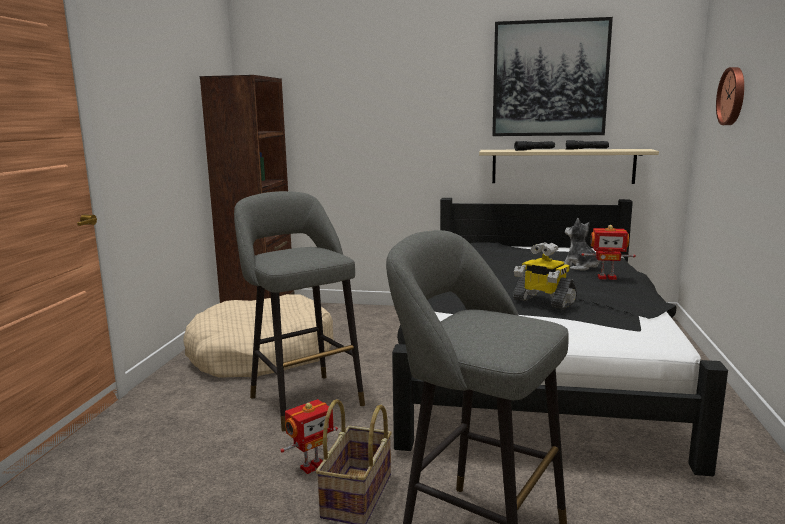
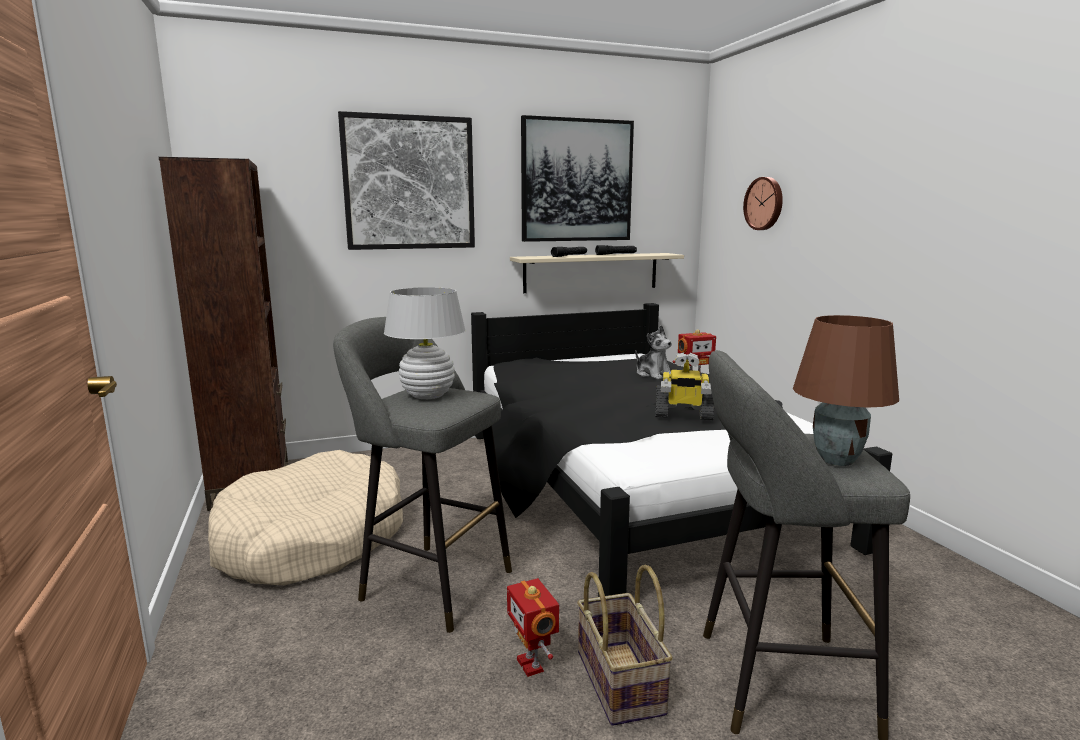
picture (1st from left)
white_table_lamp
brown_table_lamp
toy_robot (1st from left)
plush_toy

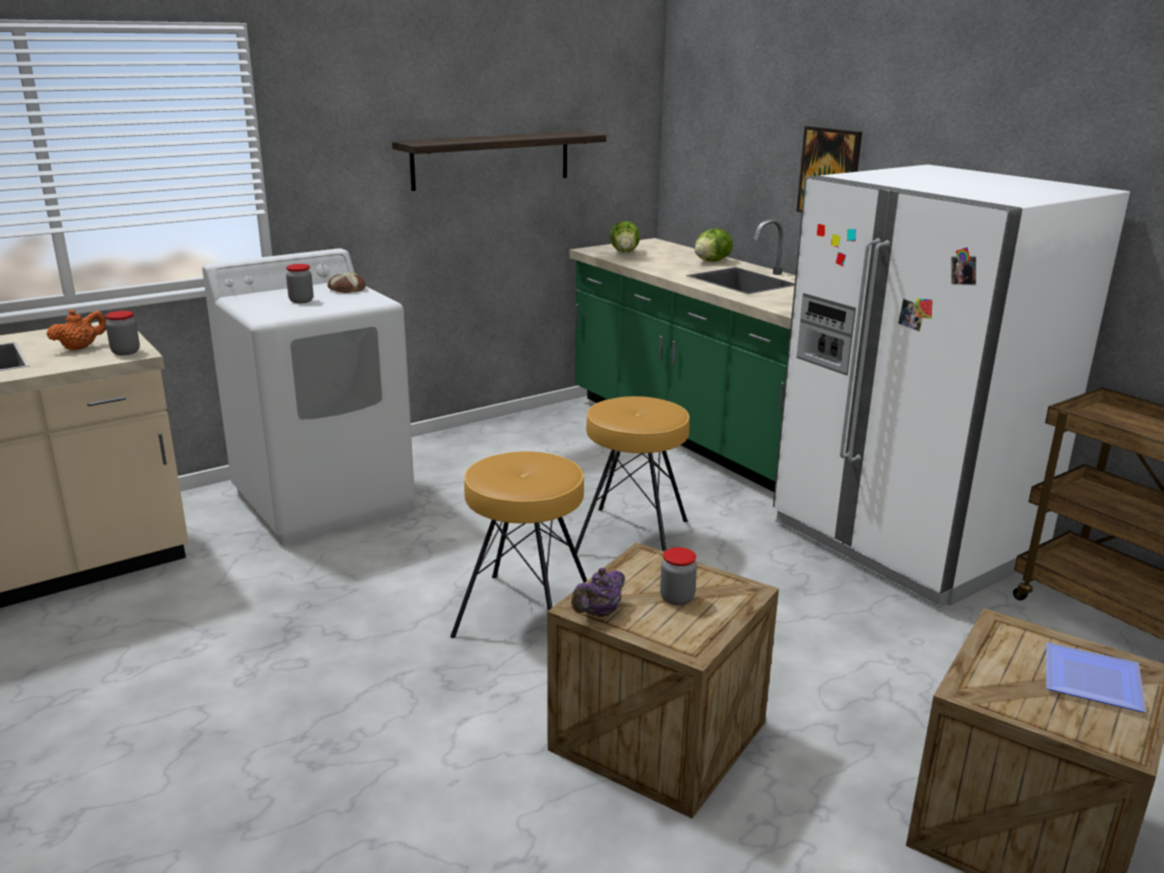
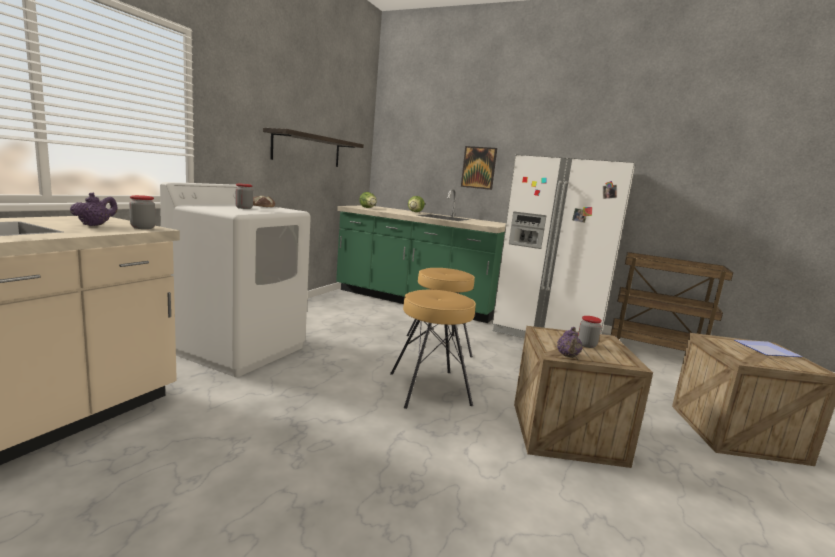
purple_teapot (1st from left)

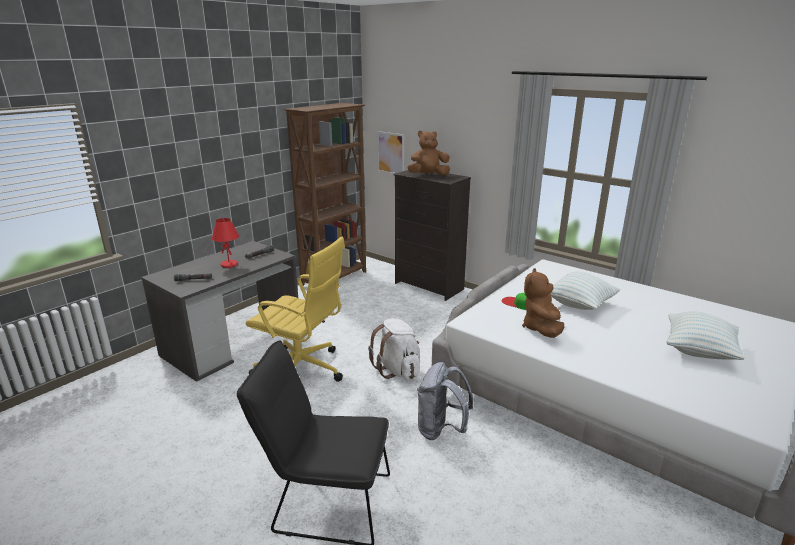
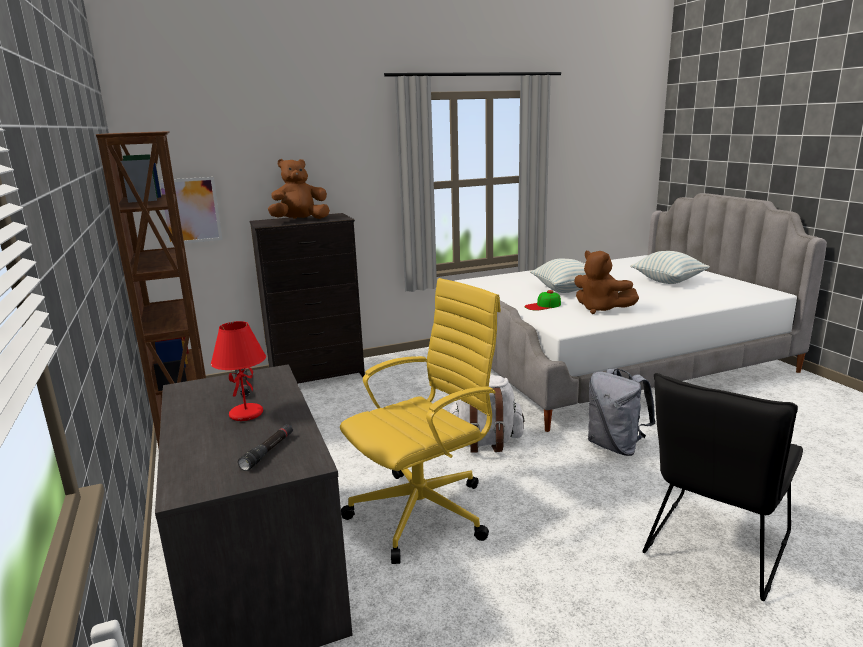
brown_plush_toy (1st from left)

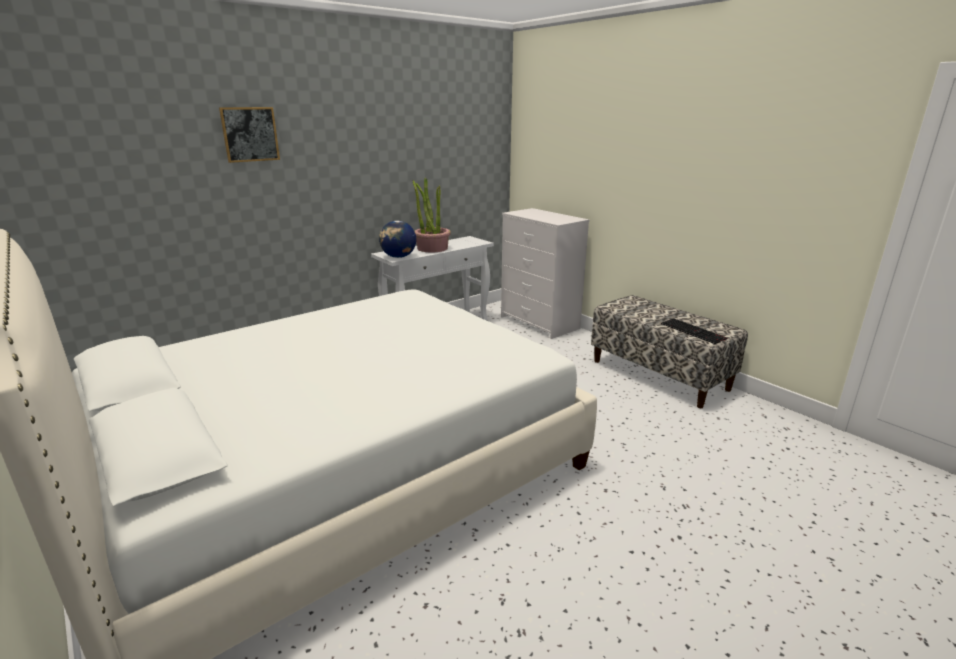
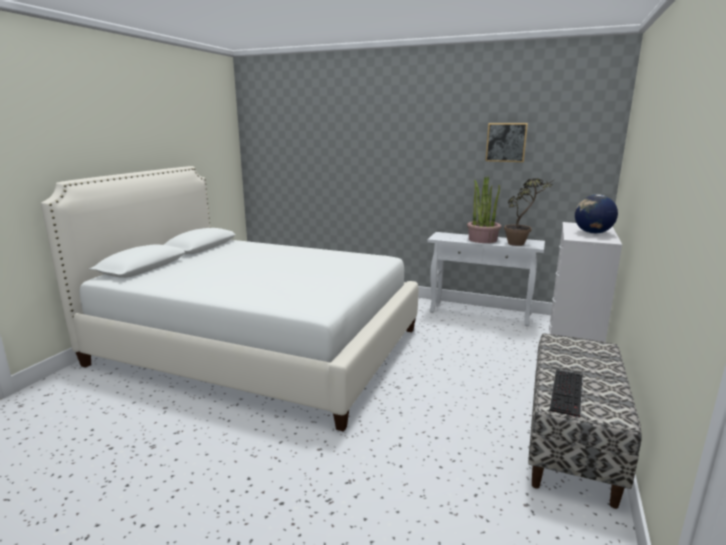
potted_plant (2nd from left)
picture
globe

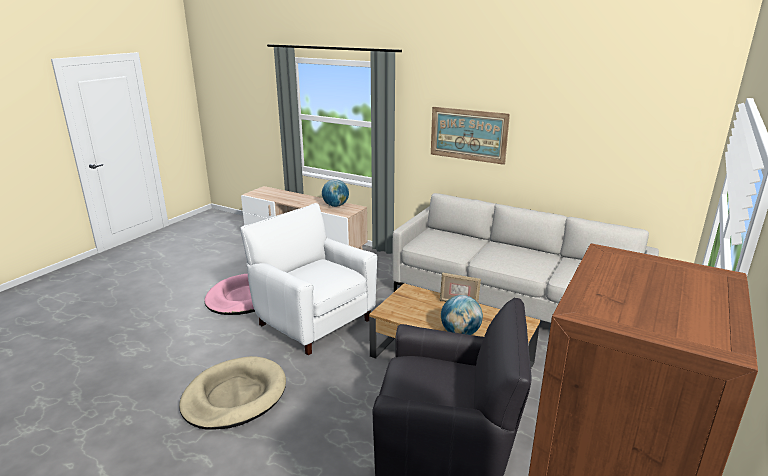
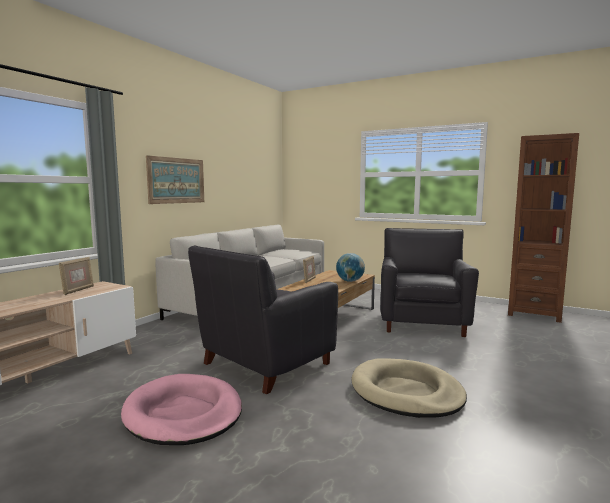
picture_frame (1st from left)
black_armchair (1st from left)

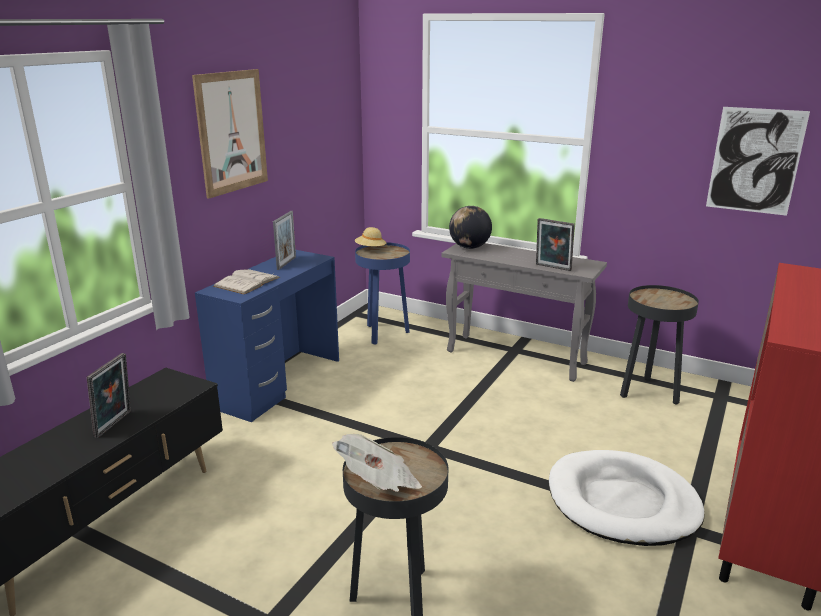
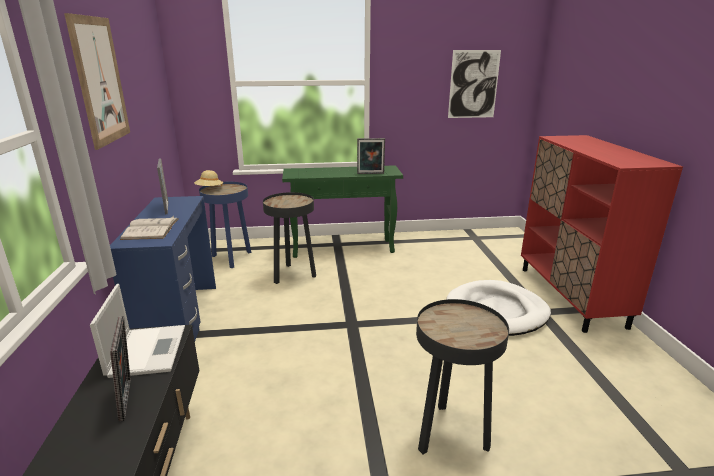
newspaper
globe
laptop
black_side_table (1st from left)
green_console_table

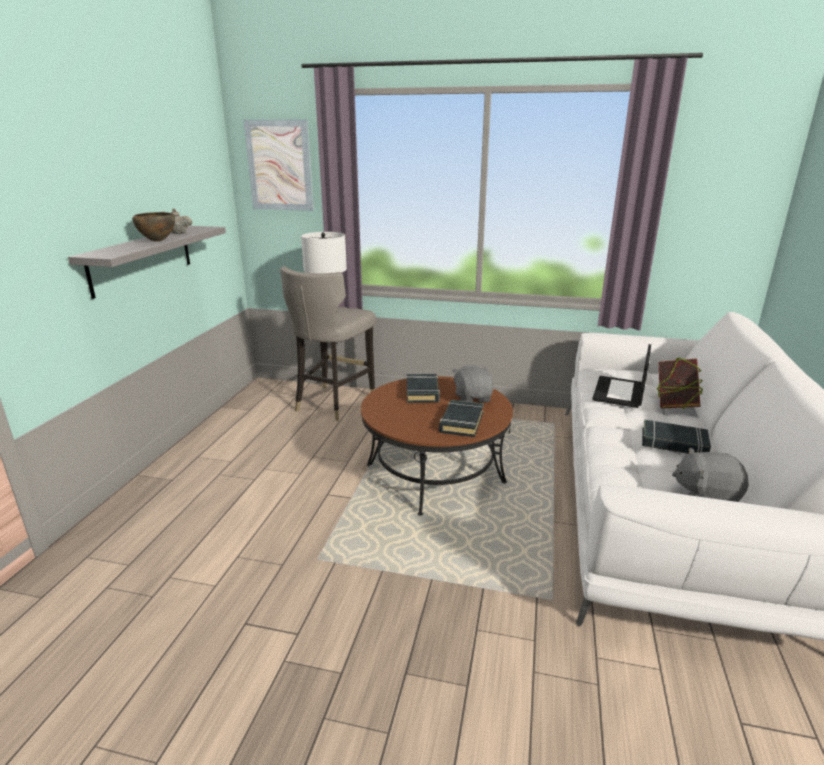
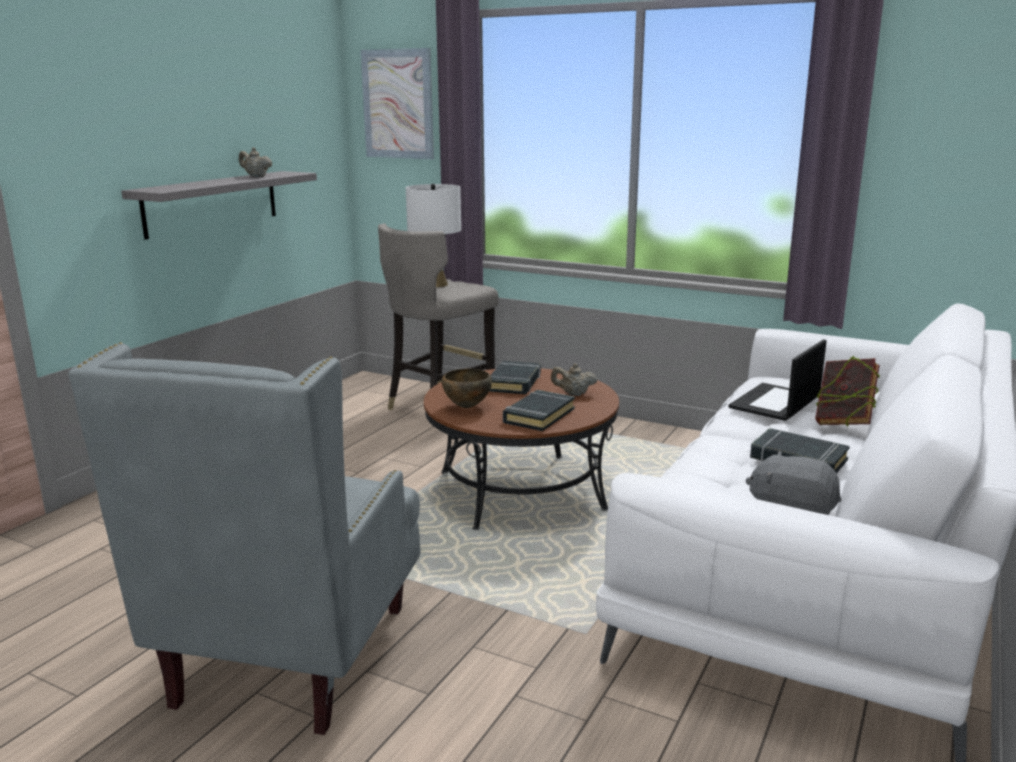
grey_armchair
brown_bowl
beige_teapot (2nd from left)

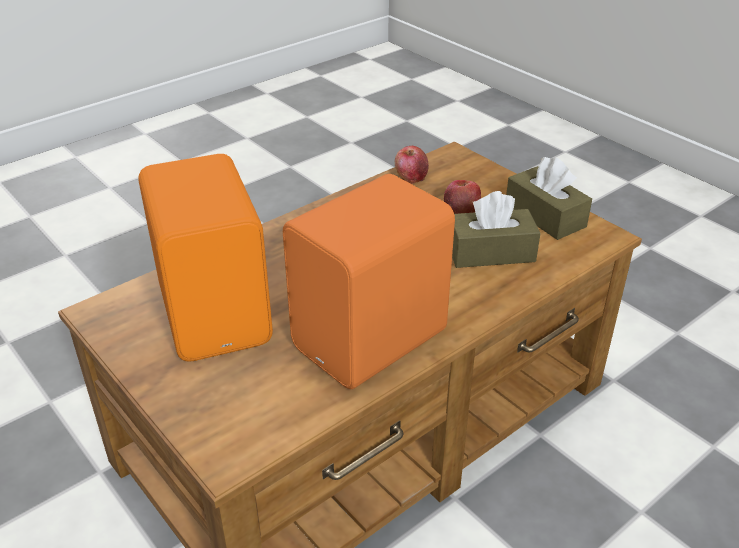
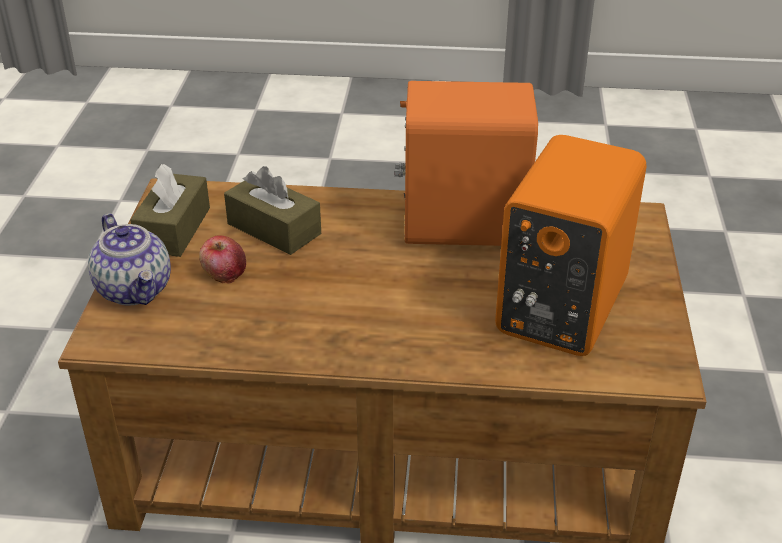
apple (1st from left in the first image)
teapot

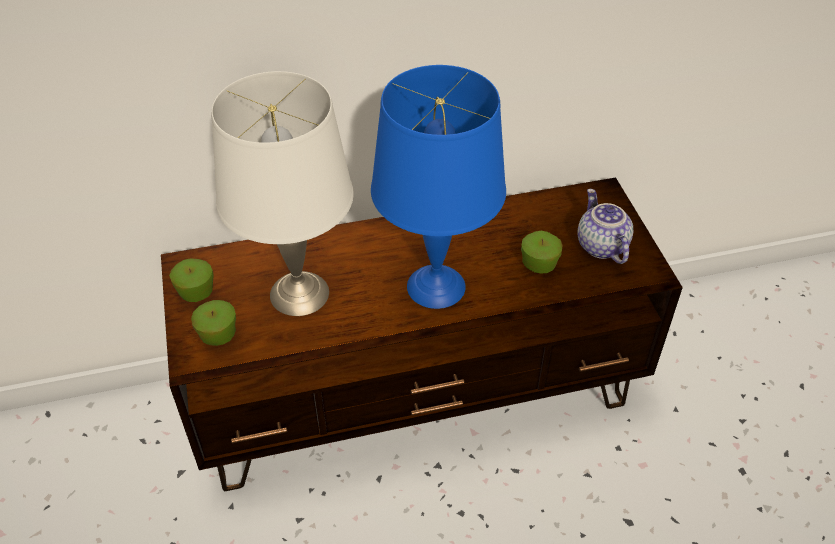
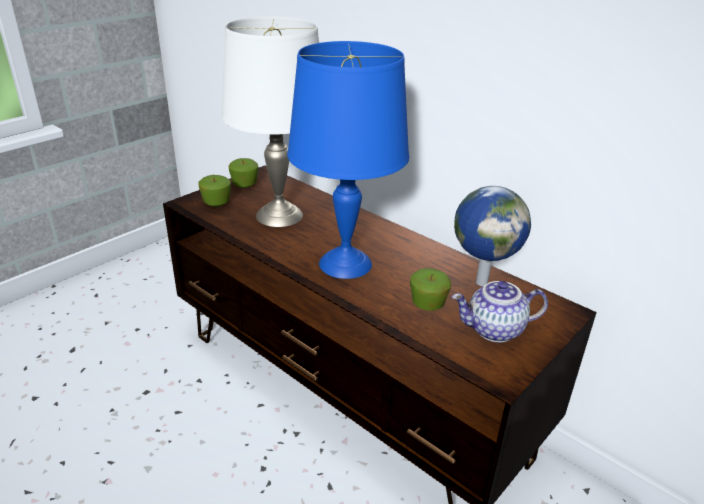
globe
teapot

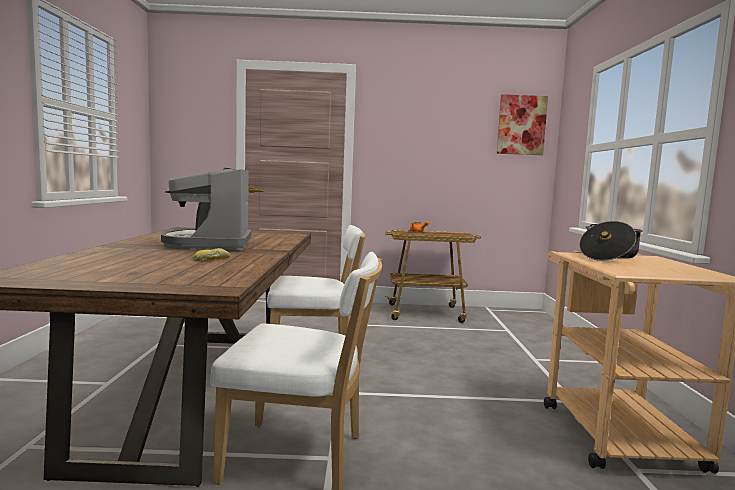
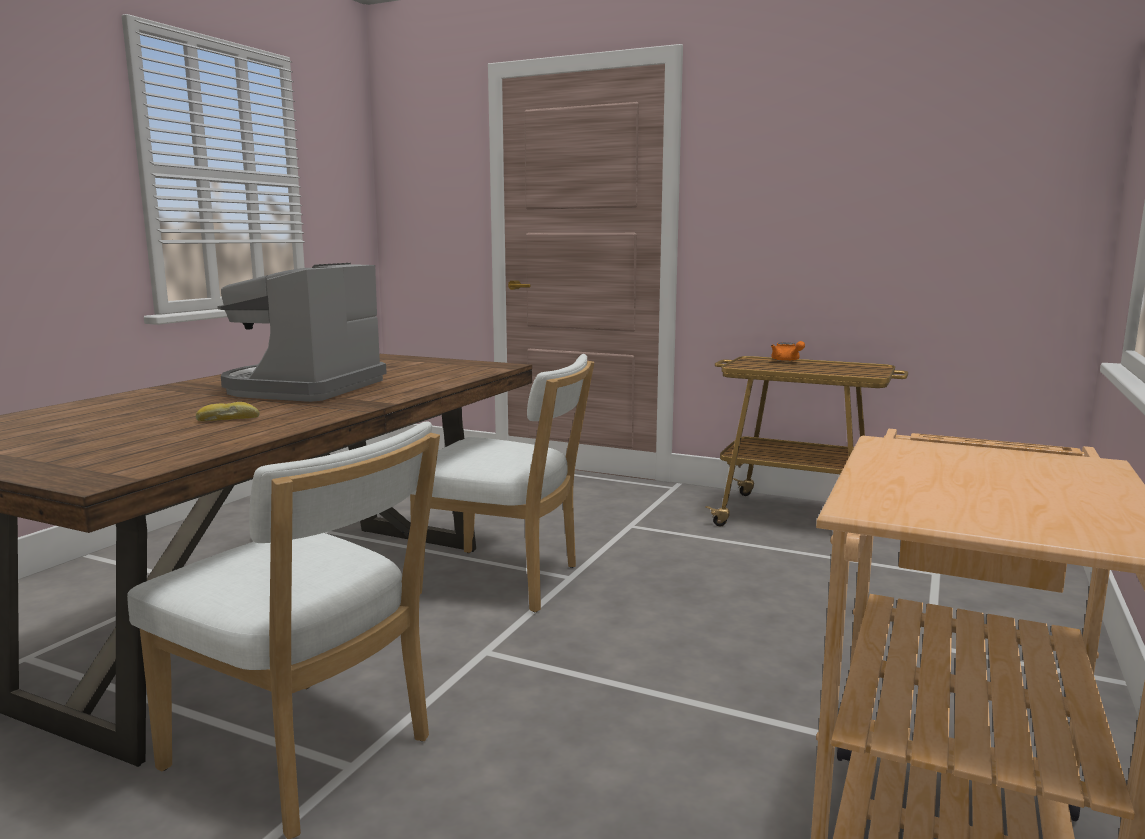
picture
cooking_pot

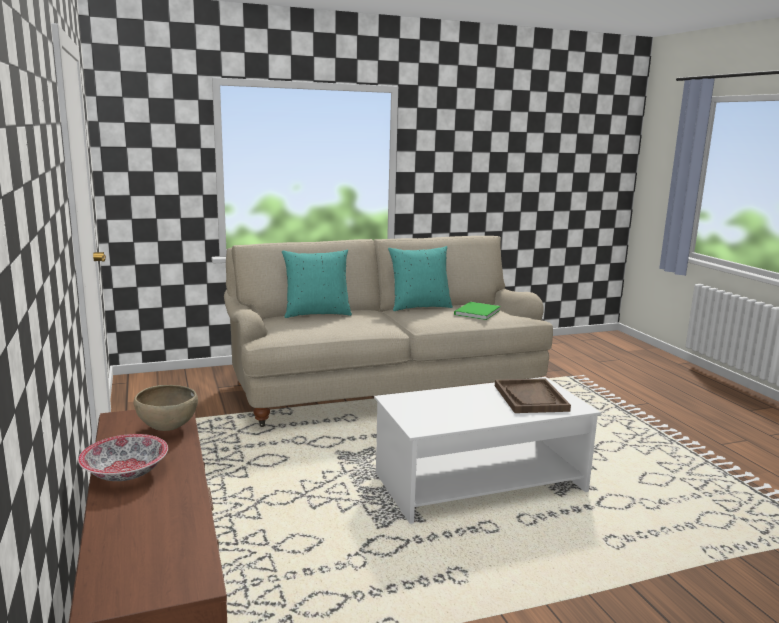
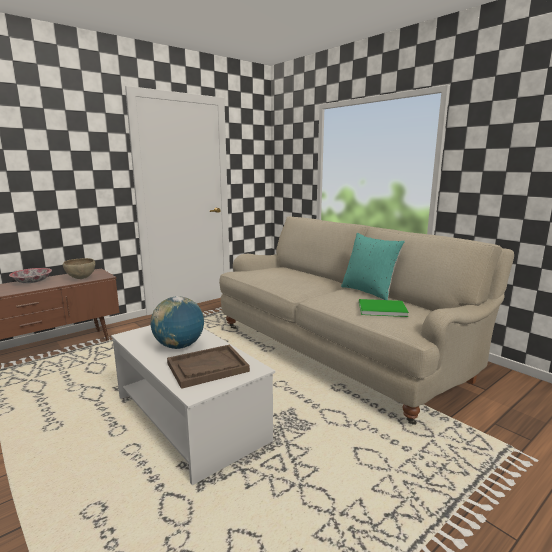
turquoise_pillow (1st from left in the first image)
globe

